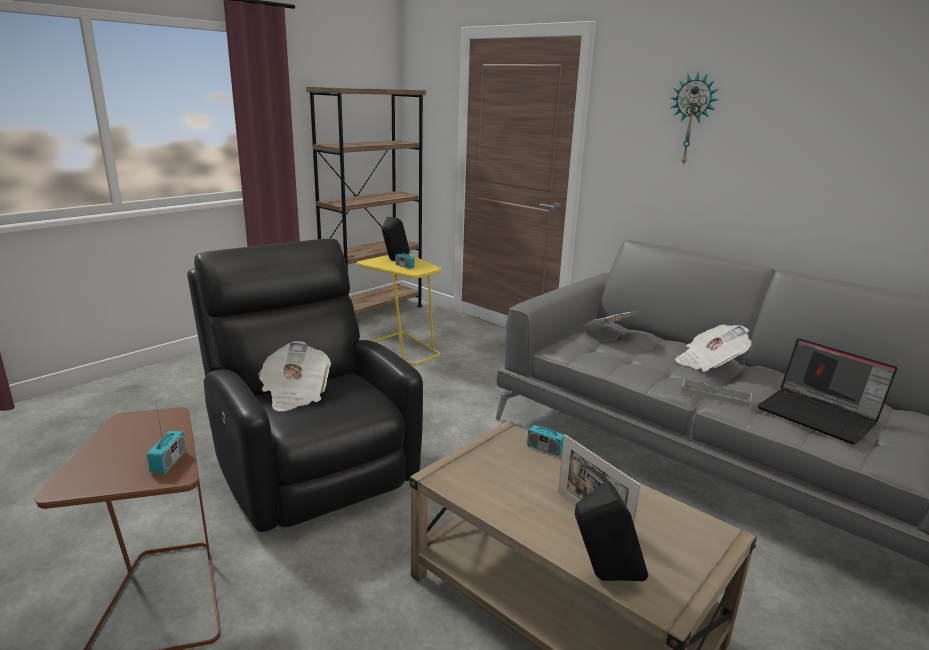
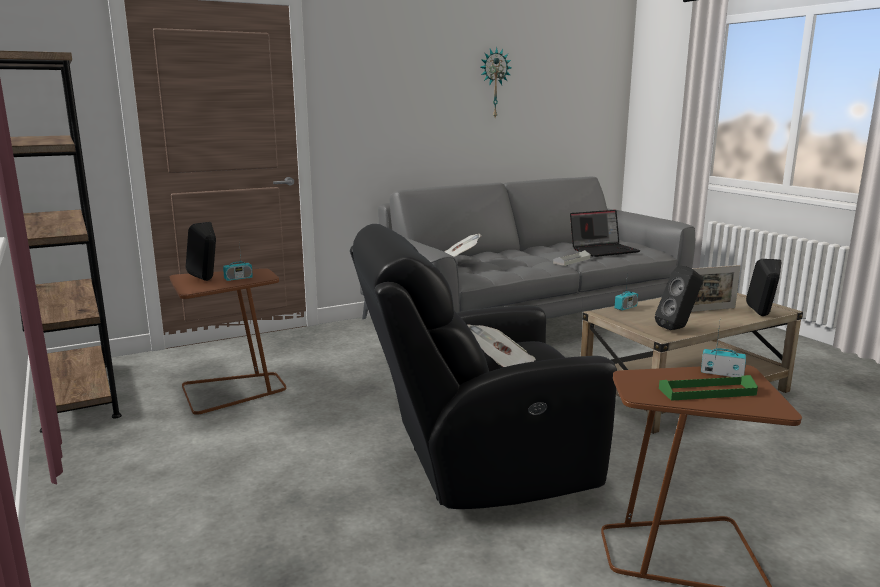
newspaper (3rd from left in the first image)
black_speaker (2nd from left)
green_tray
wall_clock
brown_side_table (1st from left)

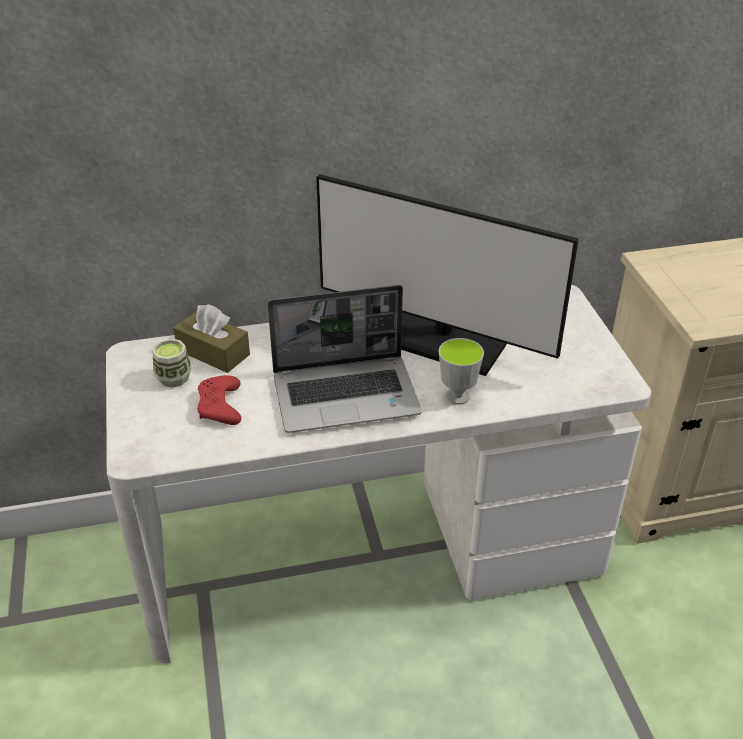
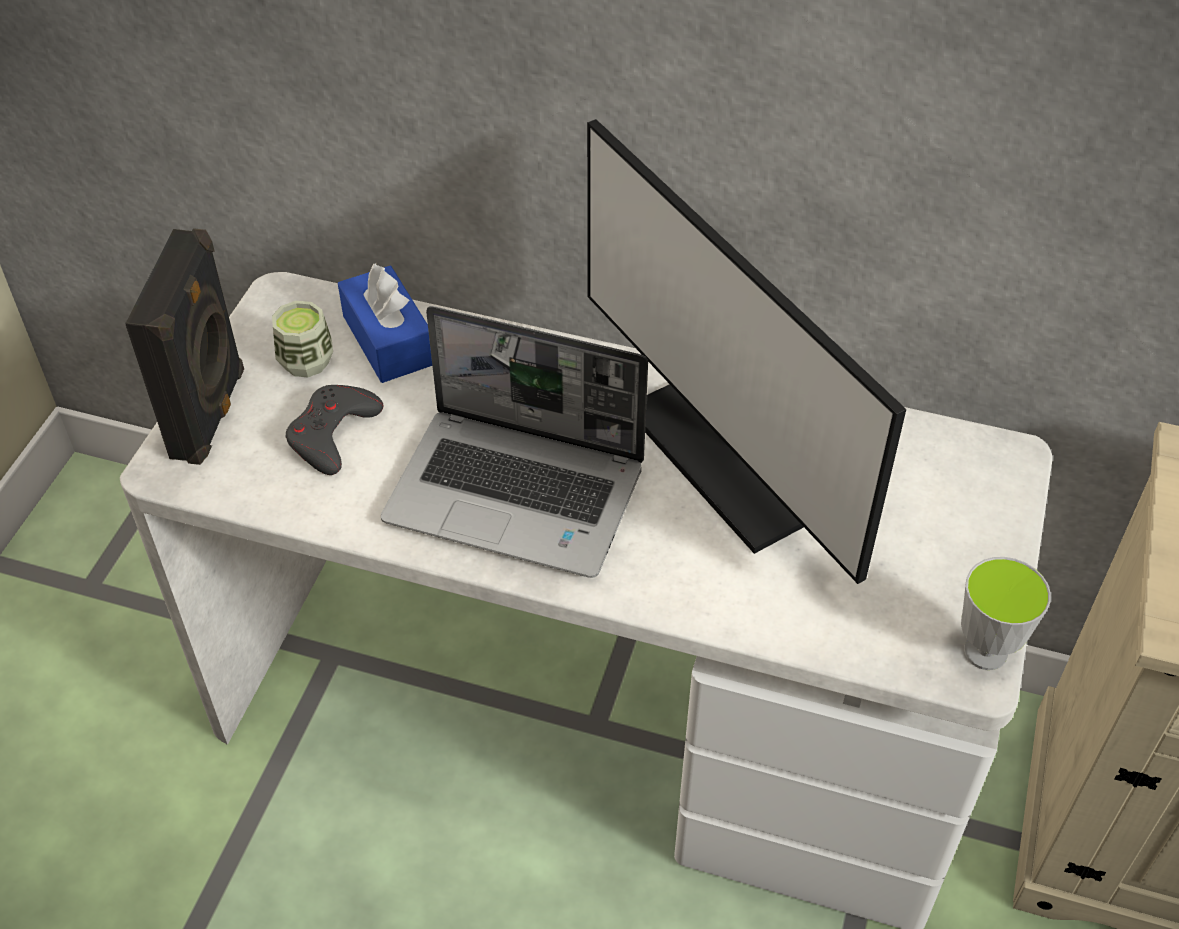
black_speaker
cup (2nd from left)
blue_tissue_box
grey_game_controller

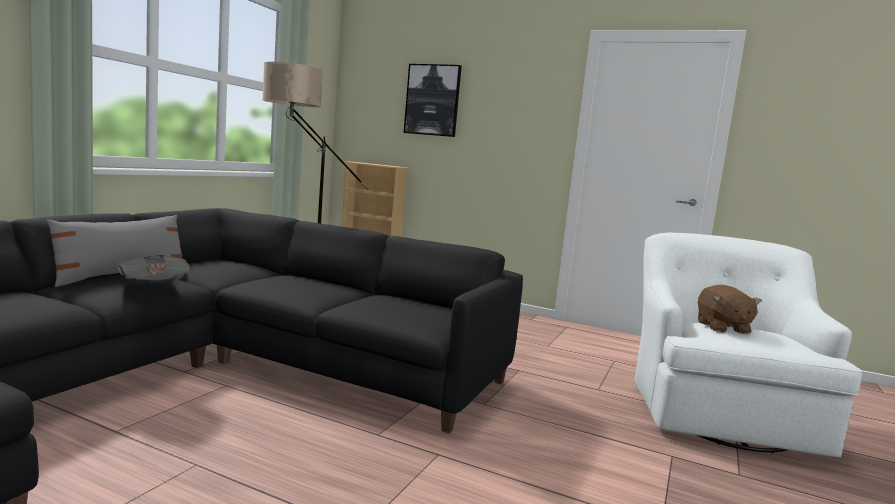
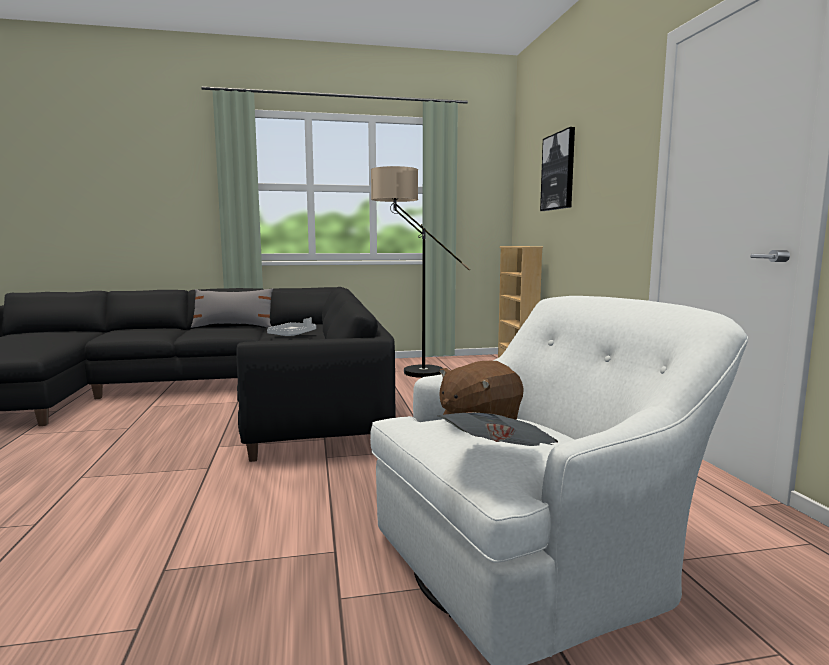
grey_tray
newspaper

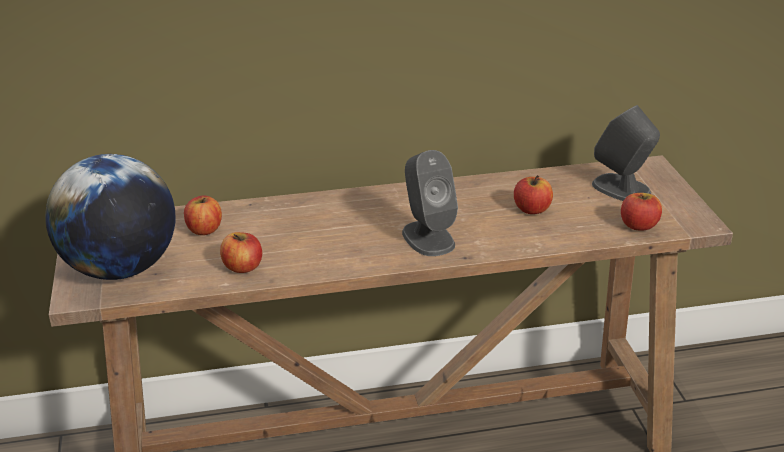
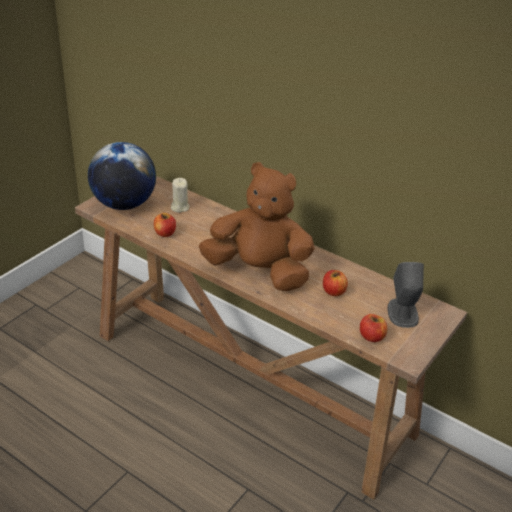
beige_candle
brown_plush_toy

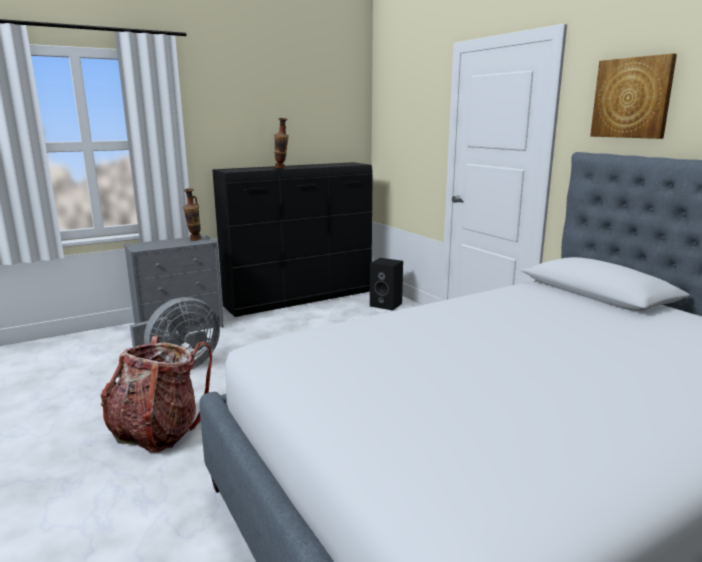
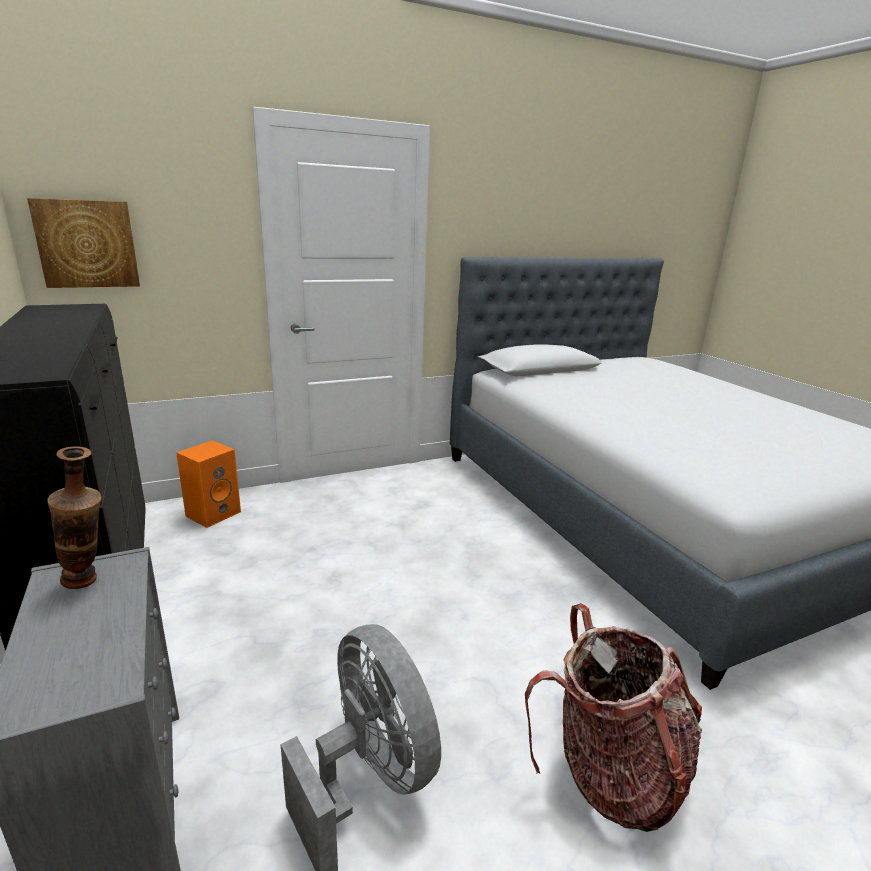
vase (2nd from left in the first image)
picture
orange_speaker

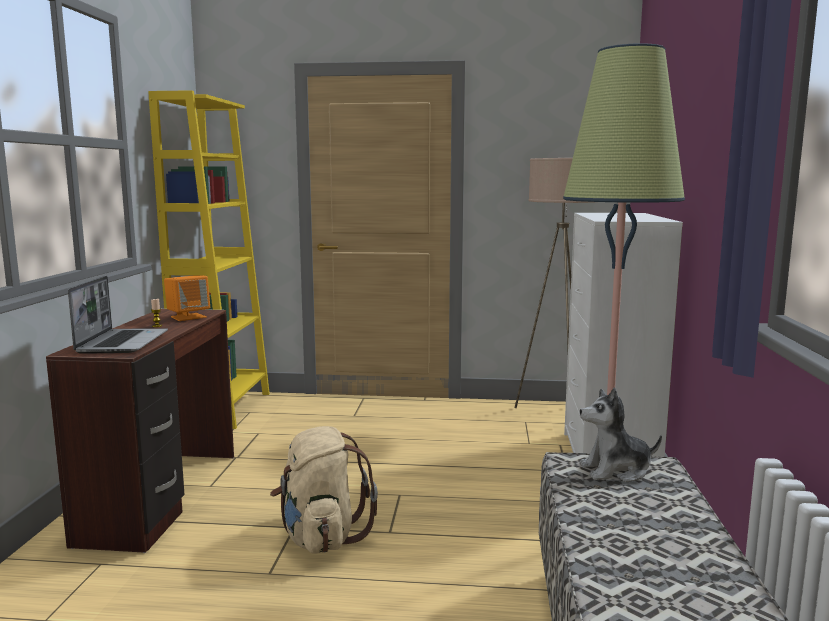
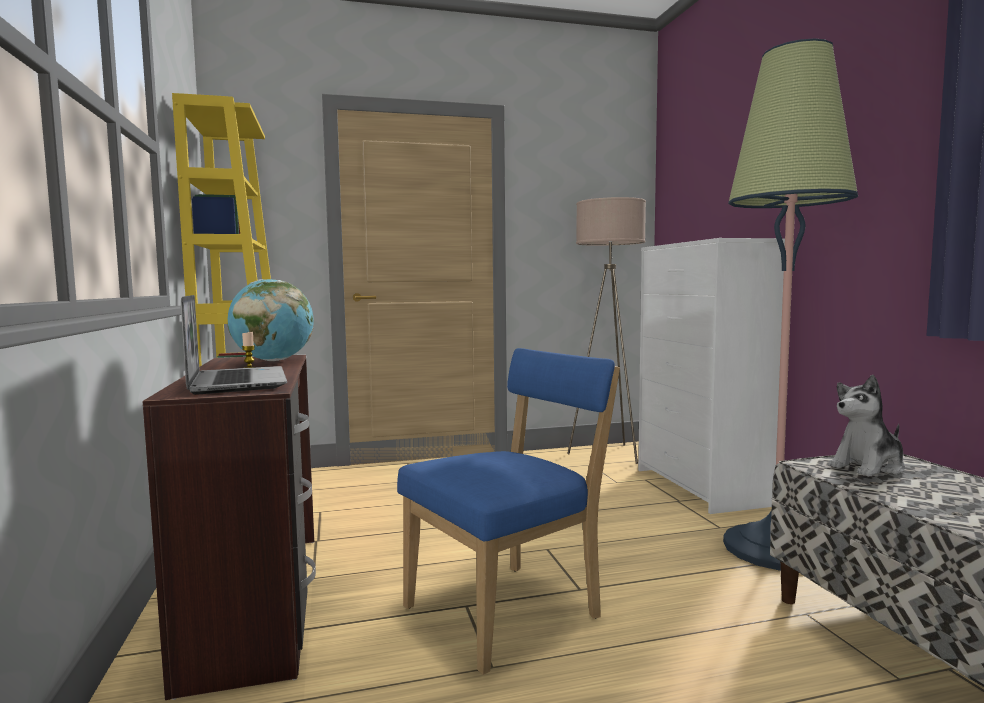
globe
blue_chair

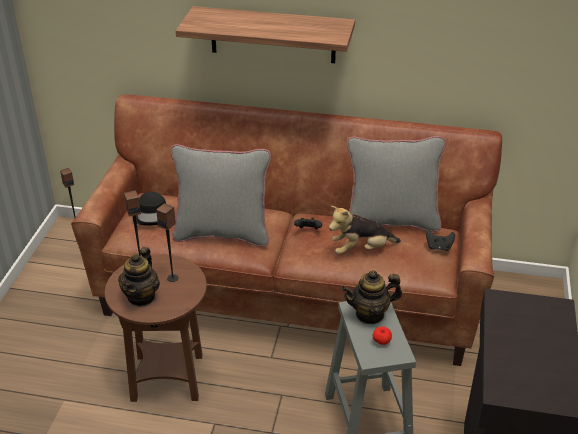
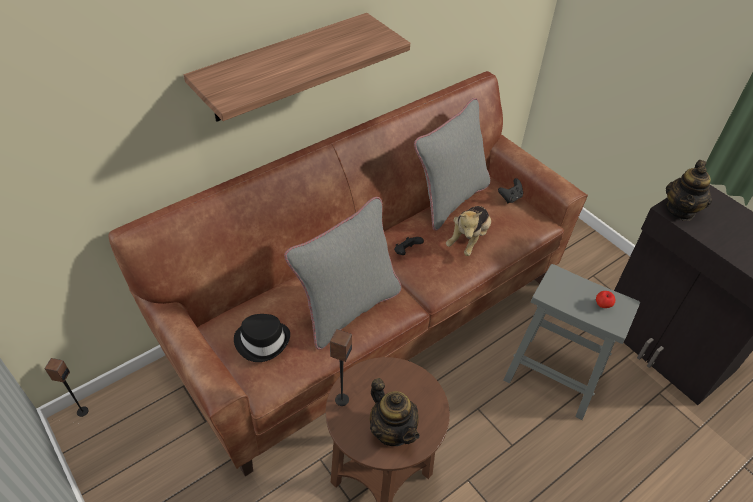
speaker (3rd from left in the first image)
teapot (2nd from left)

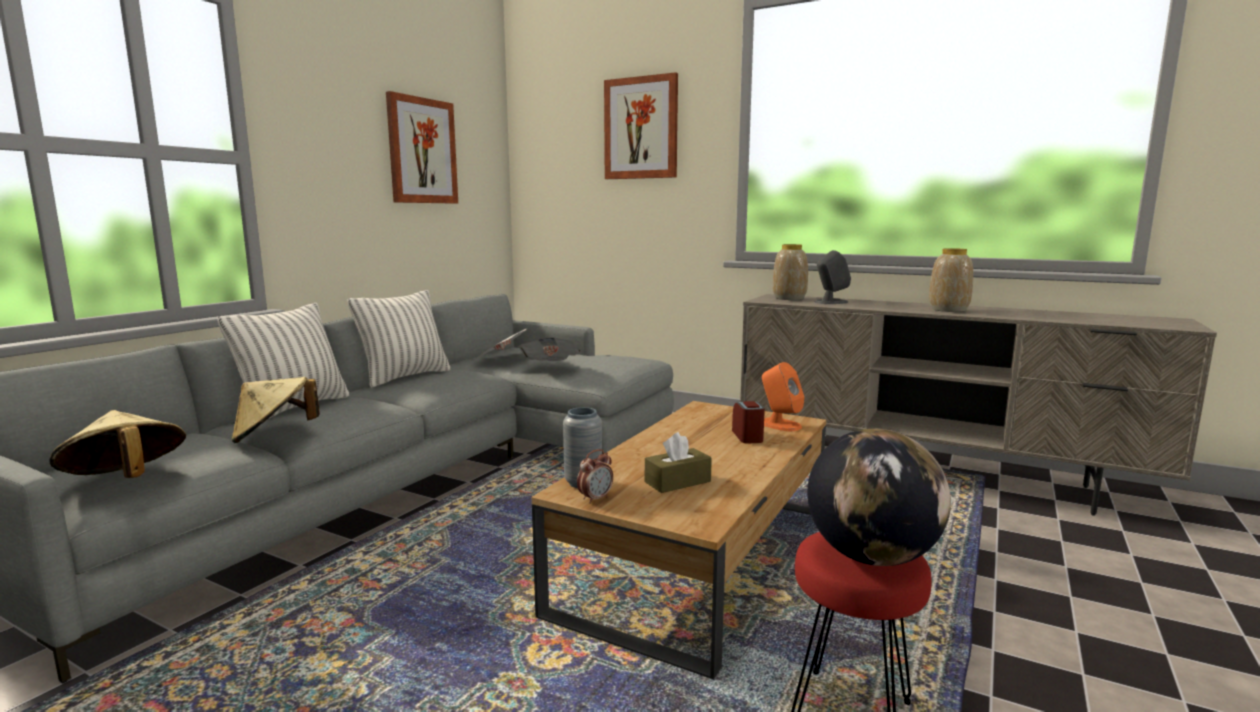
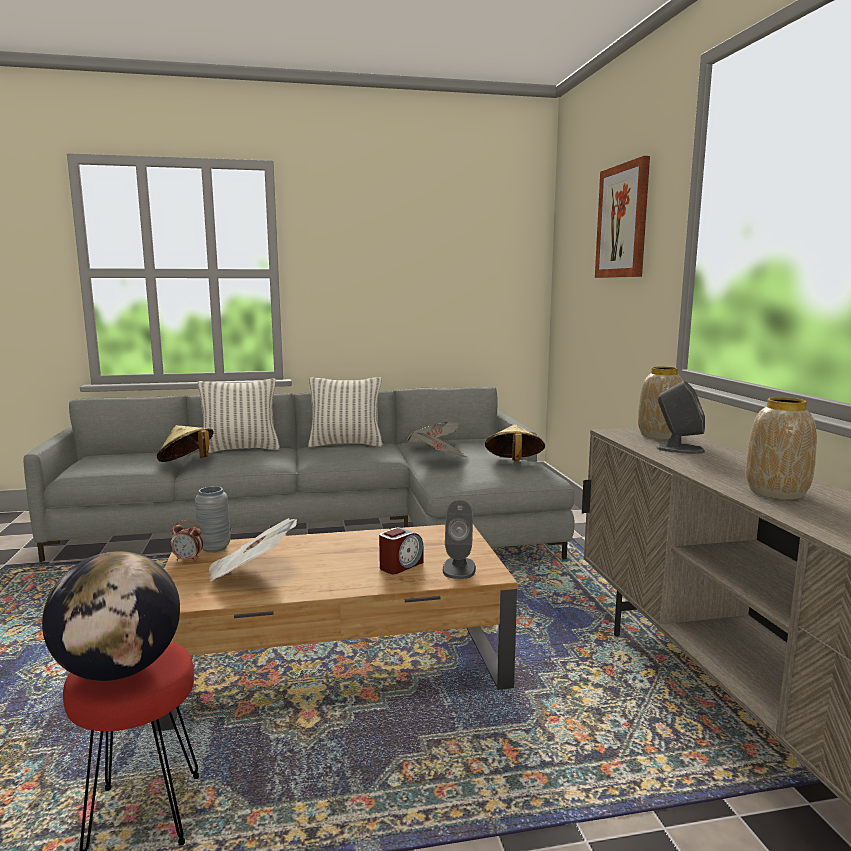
picture (1st from left in the first image)
beige_hat (2nd from left)
newspaper (1st from left)
grey_speaker (1st from left)

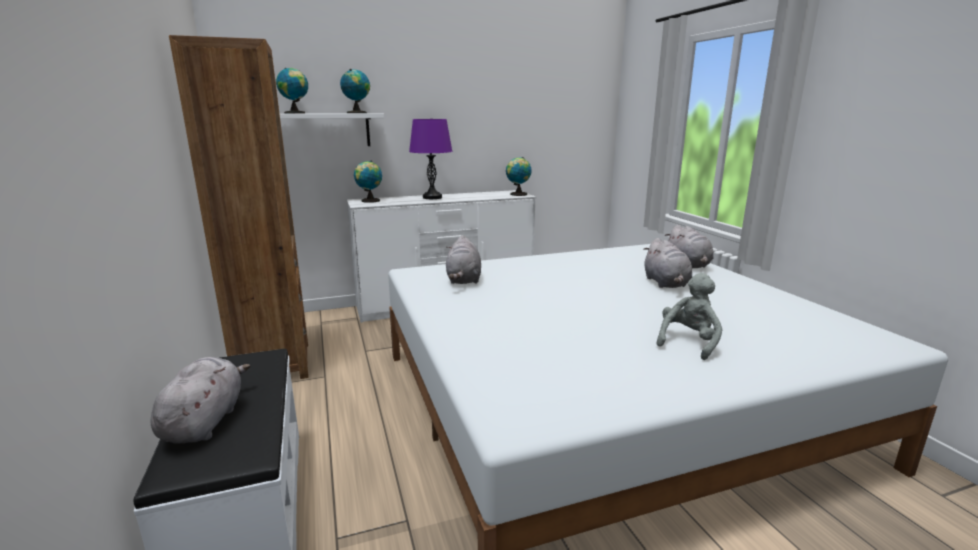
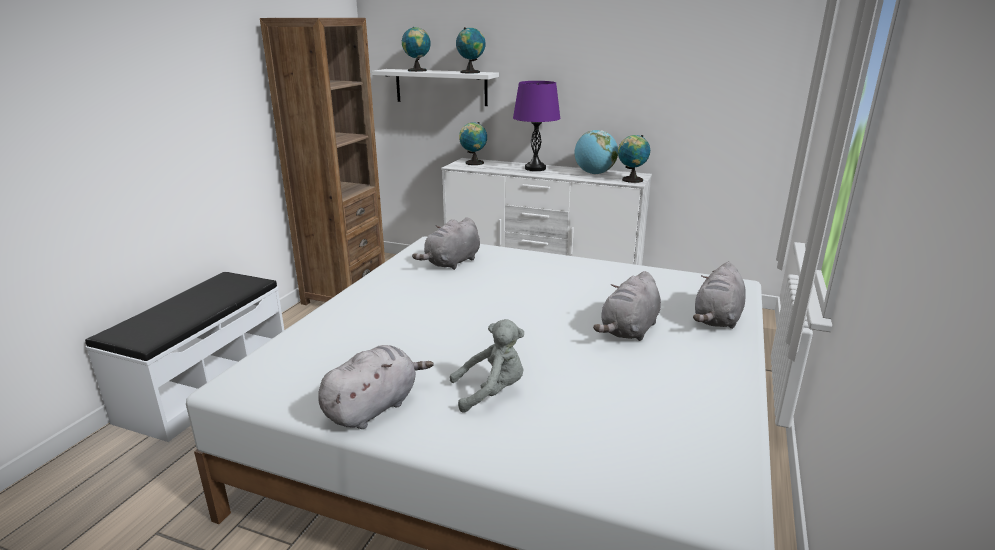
globe (4th from left)
grey_plush_toy (1st from left)

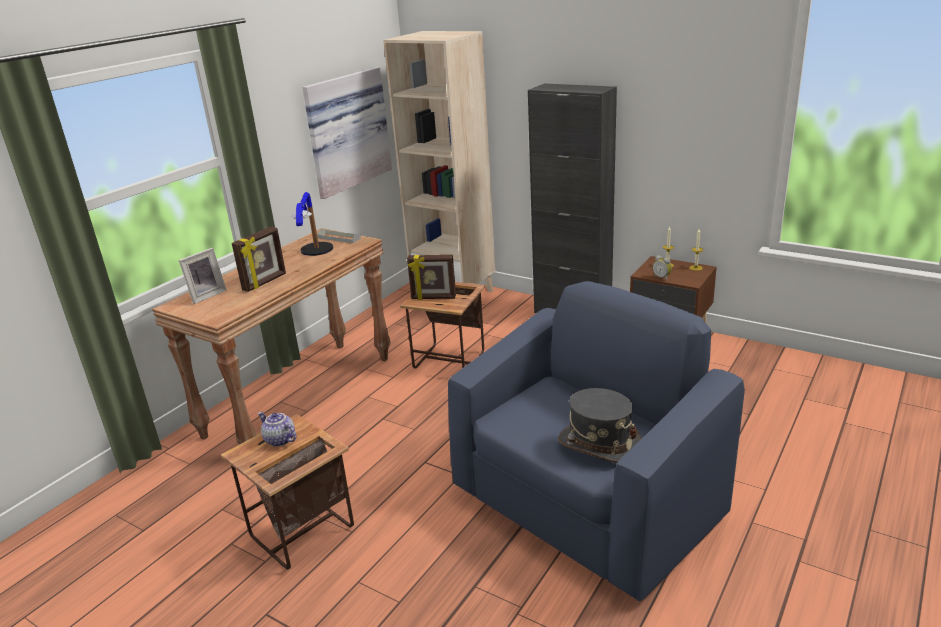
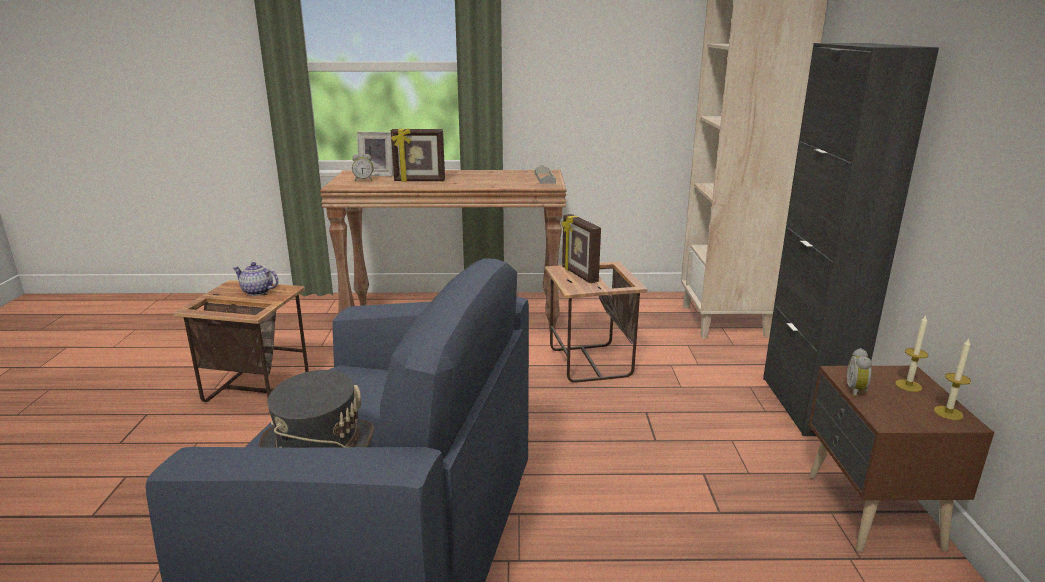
table_lamp
picture
alarm_clock (1st from left)
teapot

